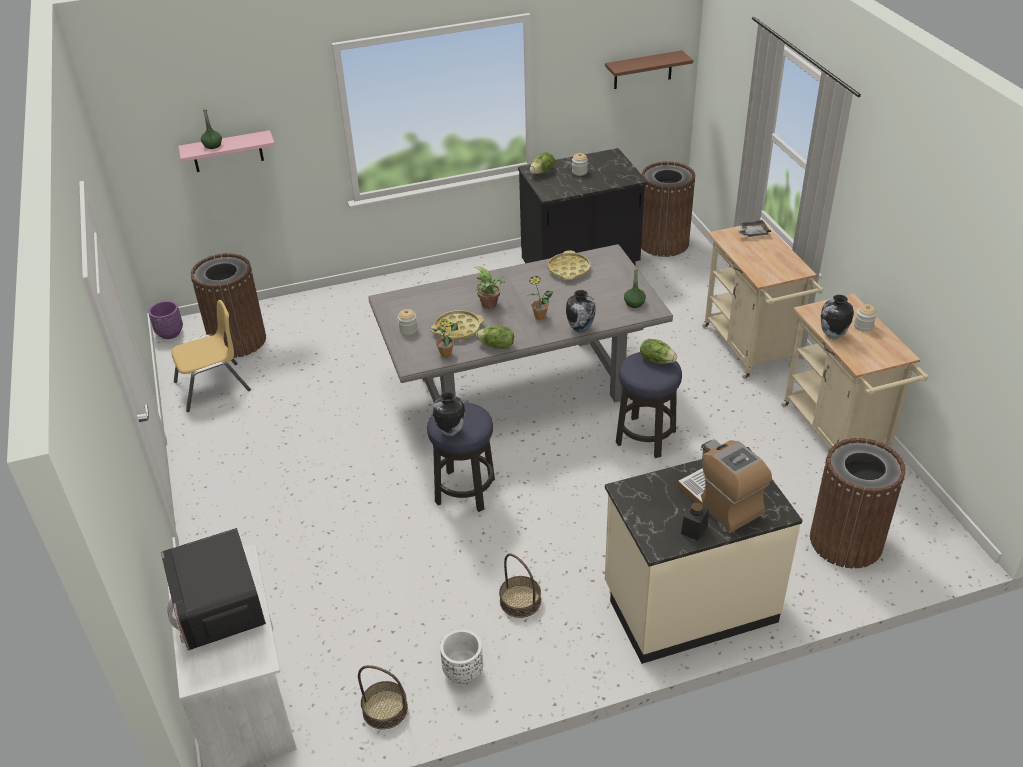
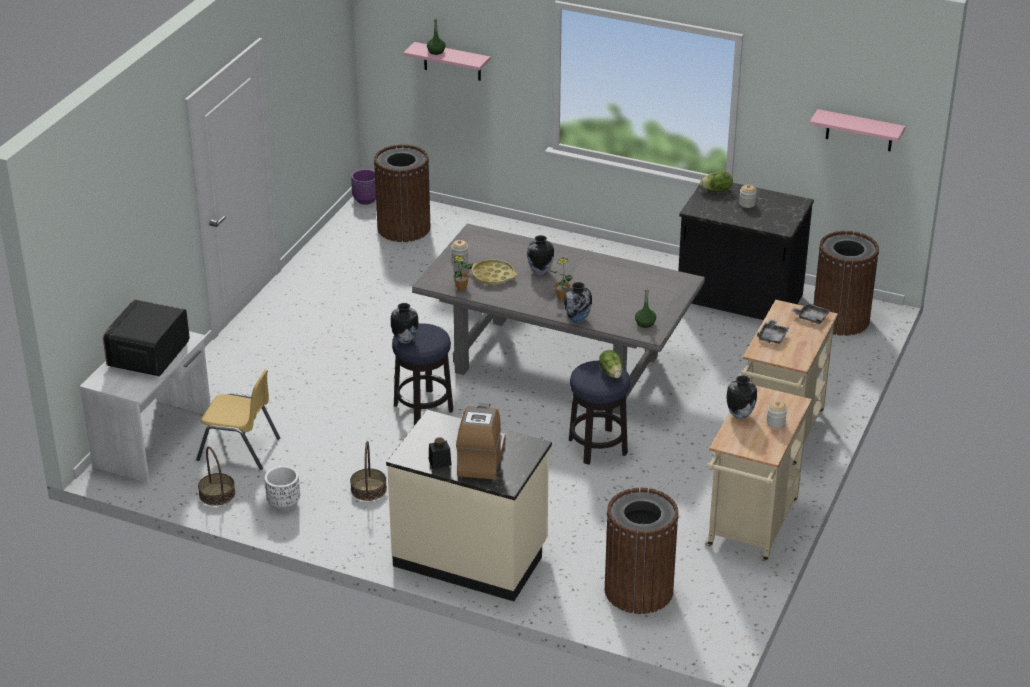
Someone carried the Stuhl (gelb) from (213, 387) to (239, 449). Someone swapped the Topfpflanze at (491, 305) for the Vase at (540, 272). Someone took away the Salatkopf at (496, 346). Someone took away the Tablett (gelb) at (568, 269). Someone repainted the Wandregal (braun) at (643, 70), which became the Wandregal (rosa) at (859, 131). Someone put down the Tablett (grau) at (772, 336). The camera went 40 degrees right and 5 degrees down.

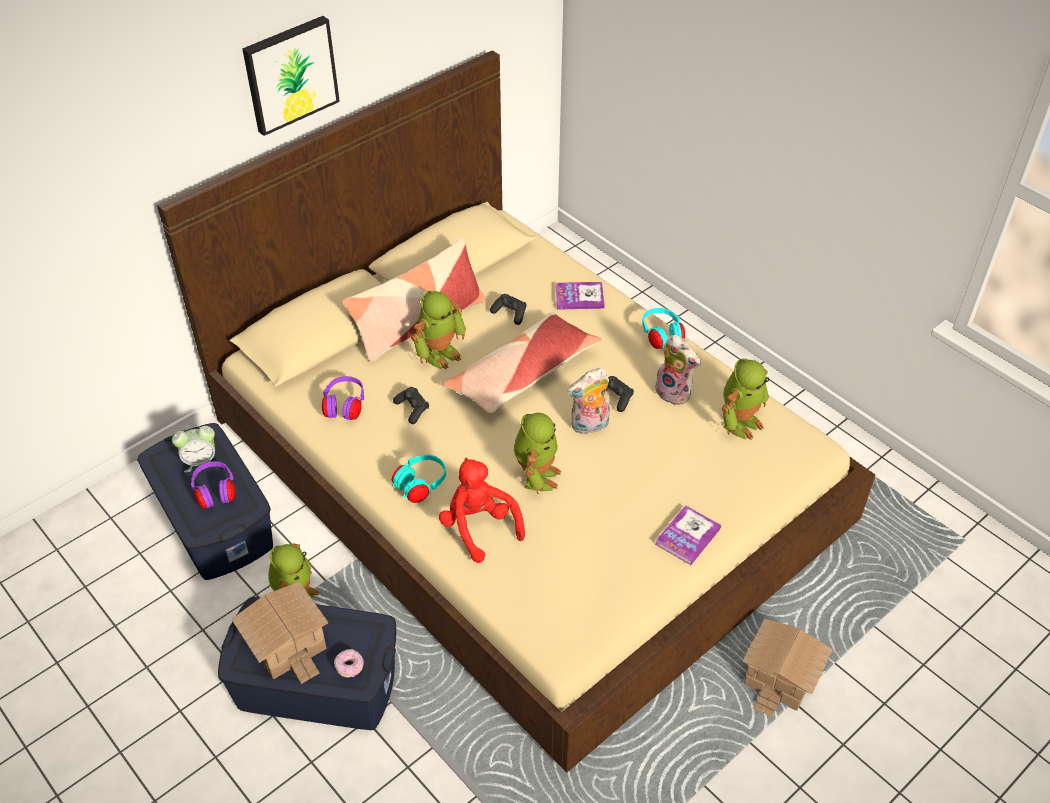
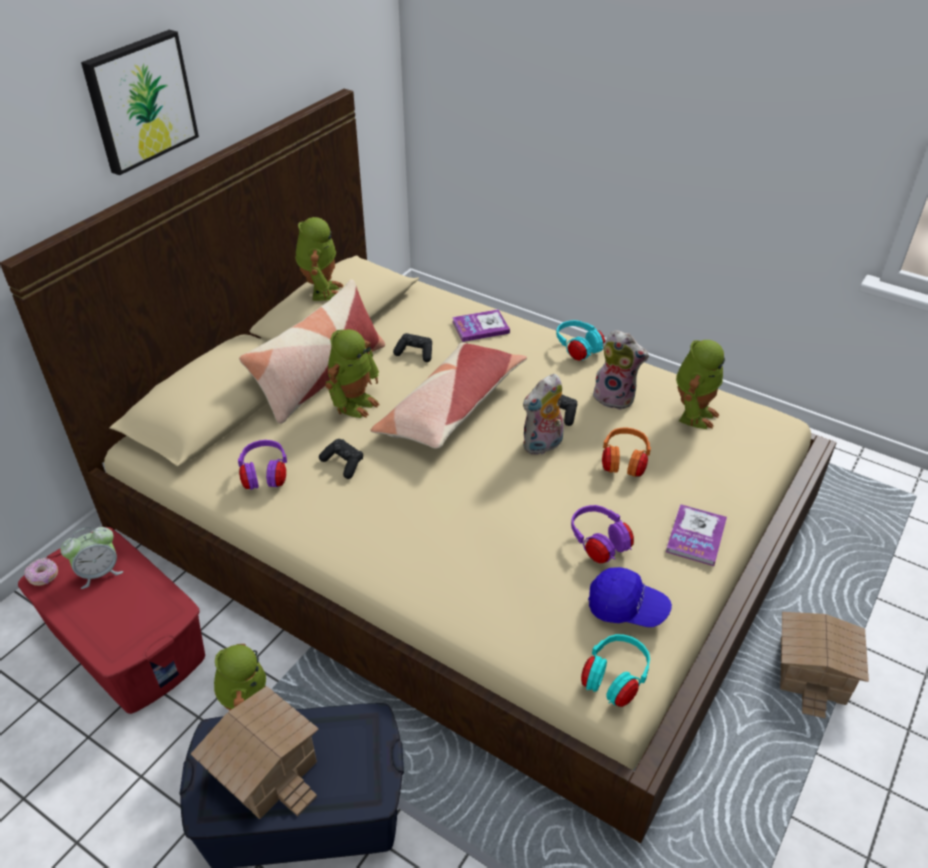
Someone repainted the Aufbewahrungsbox (blau) at (215, 520), which became the Aufbewahrungsbox (rot) at (127, 641). Someone carried the Kopfhörer (lila) from (215, 493) to (599, 544). Someone carried the Donut from (349, 667) to (43, 576). Someone carried the Kopfhörer (türkis) from (420, 486) to (614, 680). Someone took away the Plüschtier (rot) at (479, 527). Someone carried the Spielzeugroboter from (536, 476) to (321, 291). Someone put down the Kappe (blau) at (627, 608). Someone put down the Kopfhörer (orange) at (624, 463). The camera went 15 degrees left and 5 degrees down.

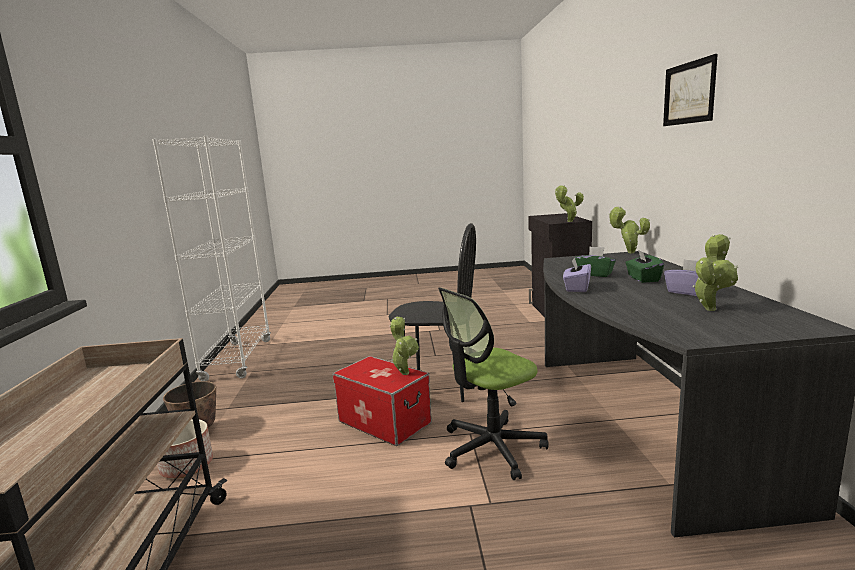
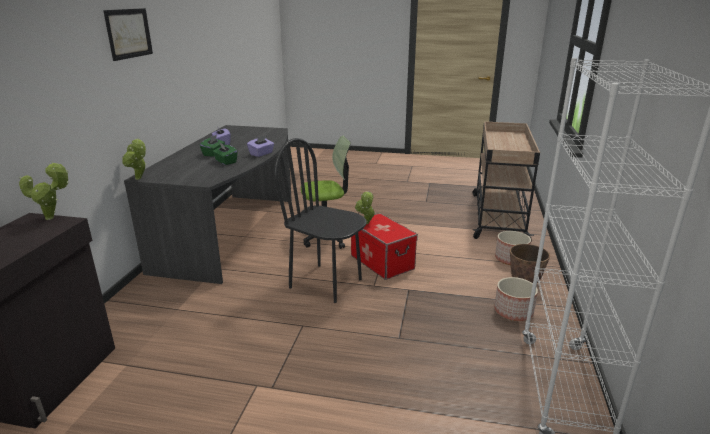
Someone took away the Topfpflanze at (710, 308). Someone put down the Pflanzkübel at (513, 312). The camera went 165 degrees left and 10 degrees up.

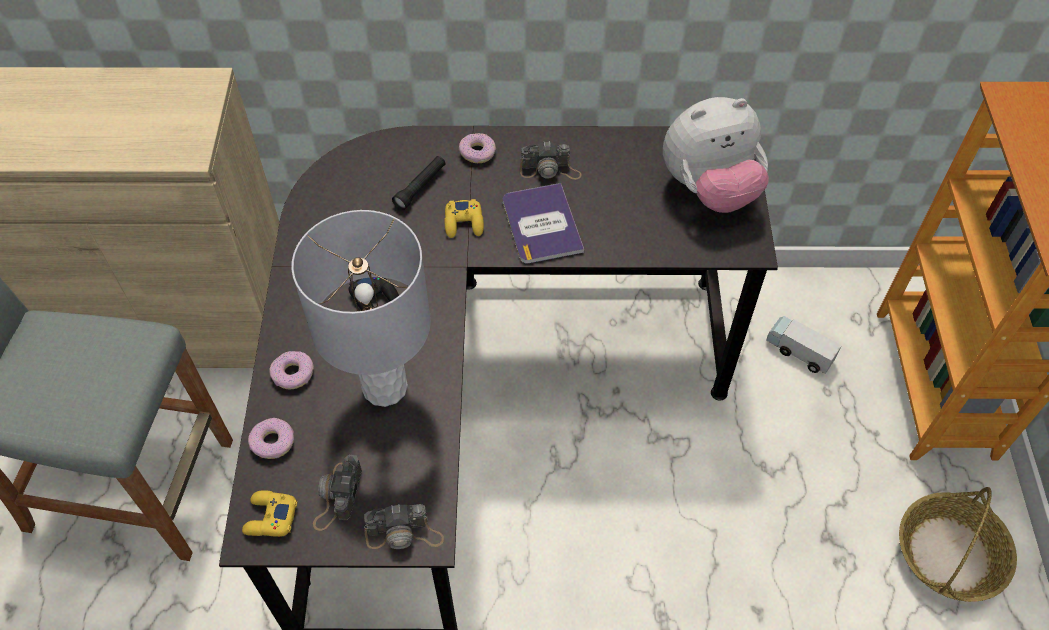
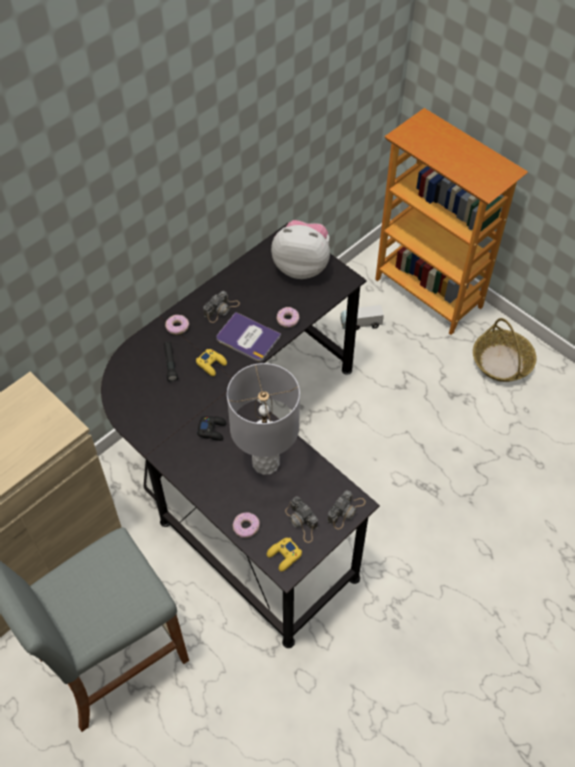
Someone carried the Donut from (293, 374) to (288, 319). Someone rotated the Plüschtier at (709, 189) by 105 degrees counterclockwise. The camera went 45 degrees left and 0 degrees up.

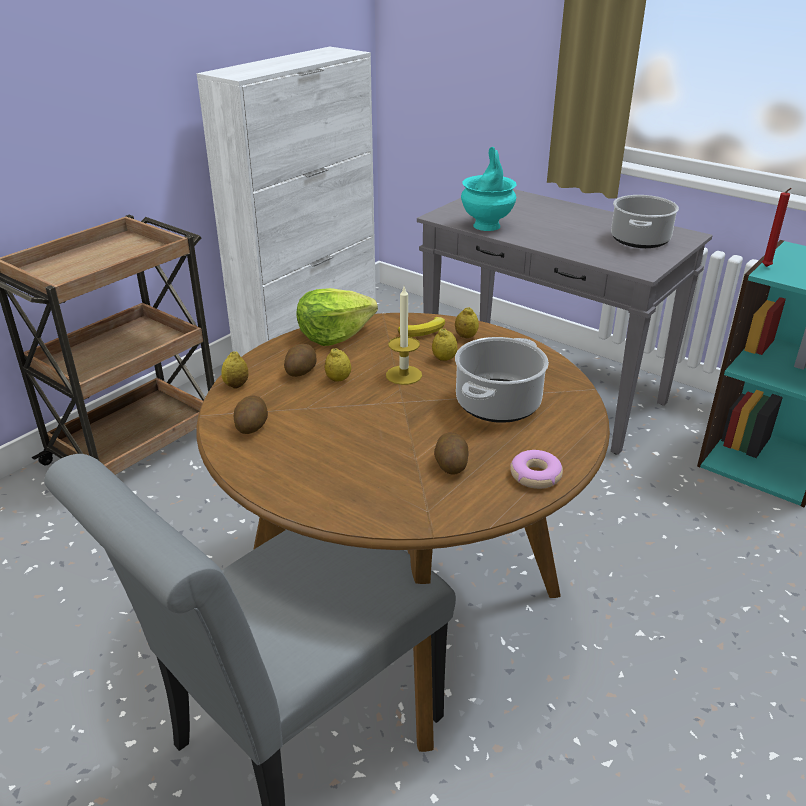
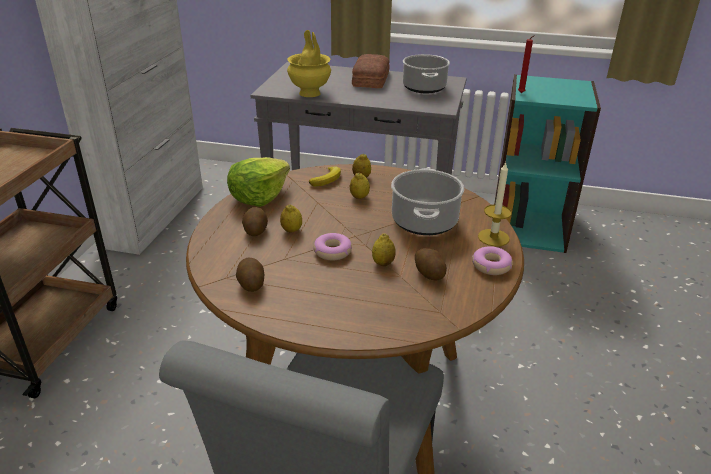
Someone carried the Zitrone from (236, 385) to (383, 263). Someone carried the Kerze from (404, 375) to (493, 237). Someone repainted the Vase (türkis) at (487, 226), which became the Vase (gelb) at (310, 93). Someone put down the Donut at (332, 252). Someone put down the Brot at (369, 79). The camera went 25 degrees left and 0 degrees up.

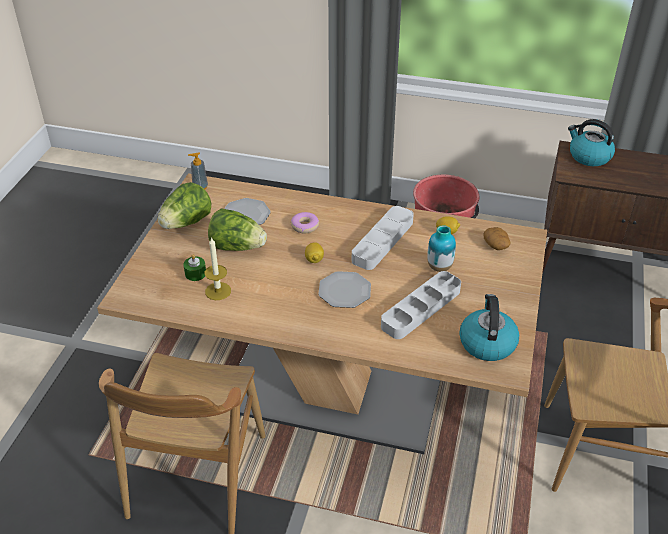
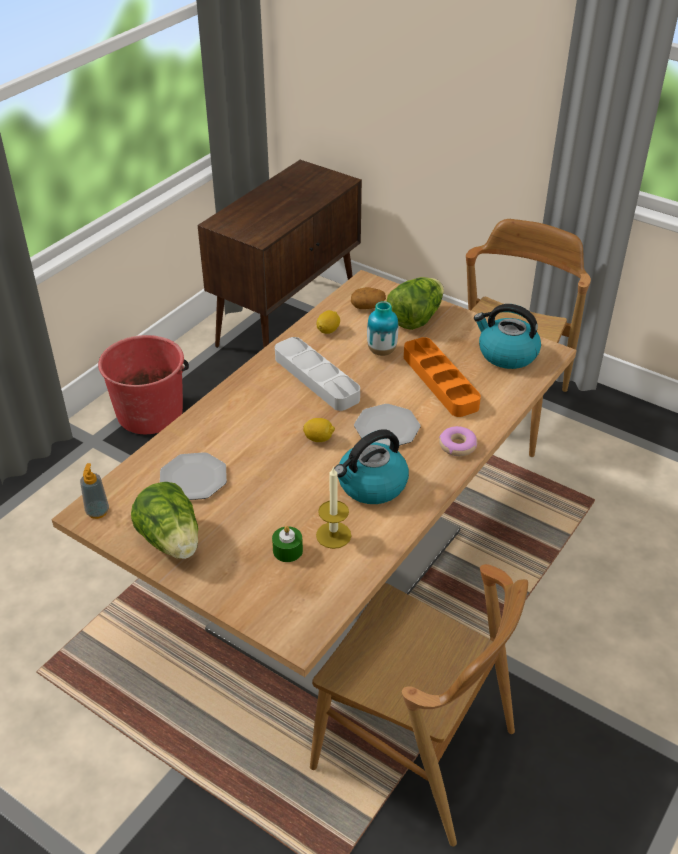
Someone carried the Salatkopf from (237, 247) to (415, 318). Someone carried the Donut from (305, 226) to (457, 445). Someone repainted the Tablett (grau) at (421, 308), which became the Tablett (orange) at (440, 381). Someone carried the Wasserkessel from (589, 156) to (371, 485). The camera went 70 degrees left and 0 degrees up.

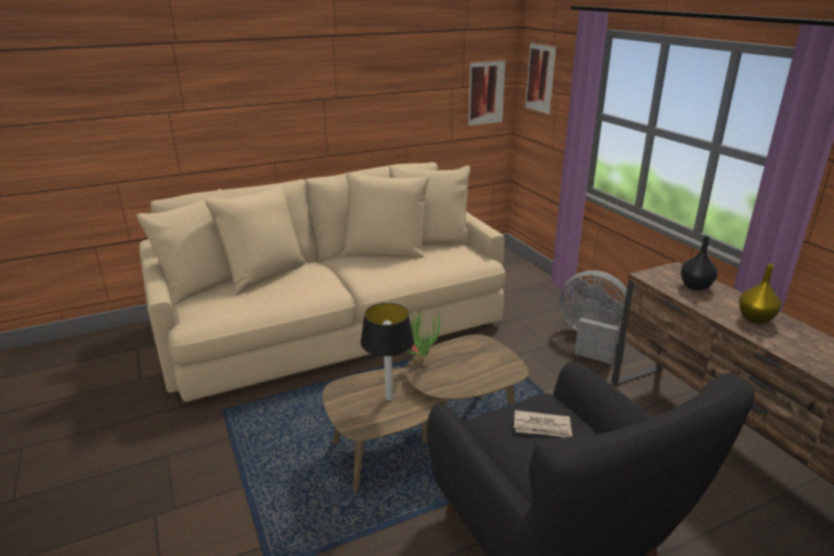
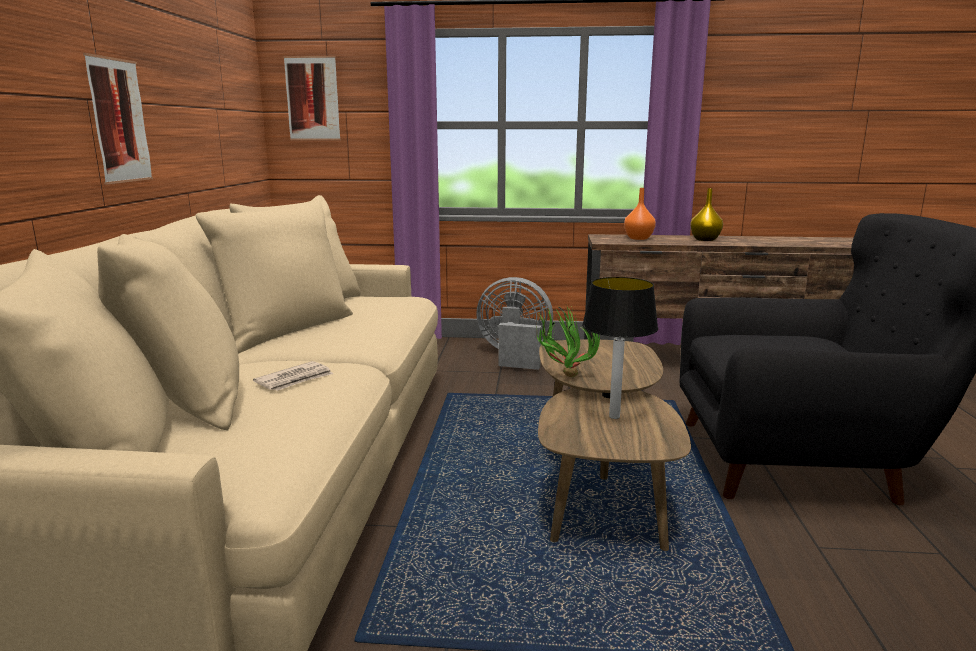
Someone carried the Bild from (486, 93) to (119, 121). Someone carried the Zeitung from (542, 427) to (295, 379). Someone rotated the Ventilator (grau) at (590, 340) by 45 degrees clockwise. Someone repainted the Vase (schwarz) at (694, 286), which became the Vase (orange) at (638, 238). The camera went 60 degrees left and 10 degrees down.

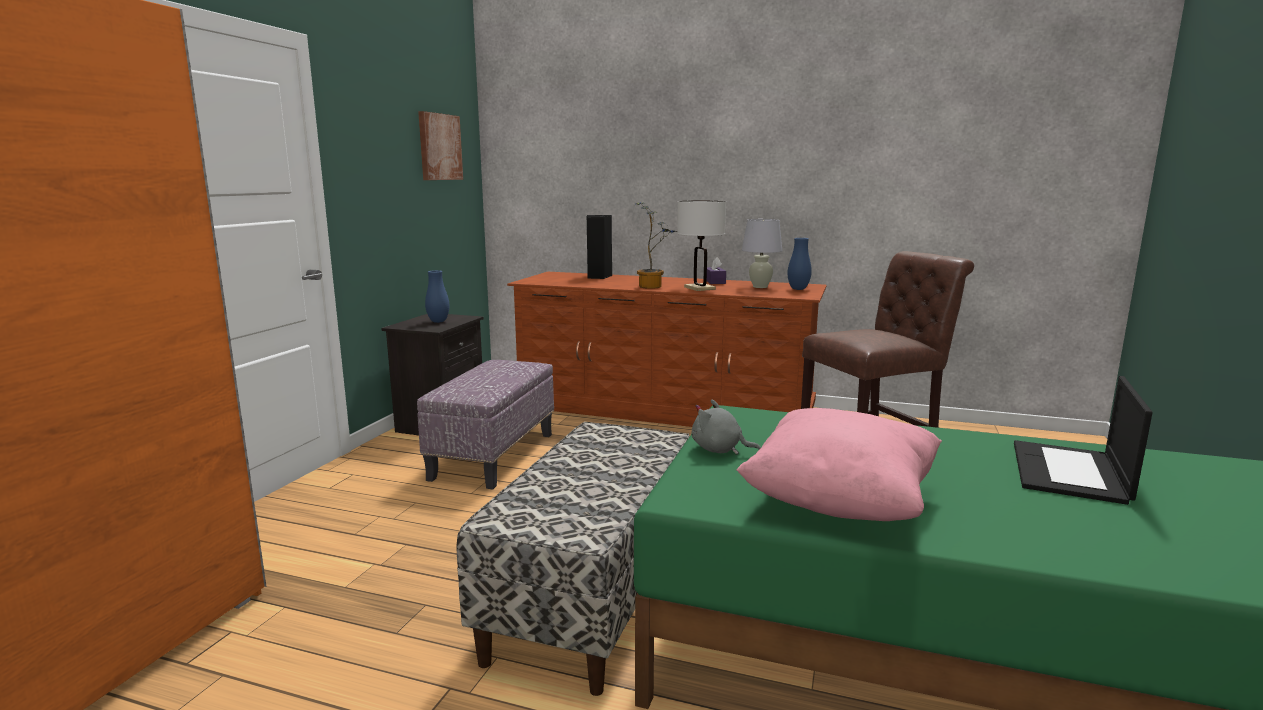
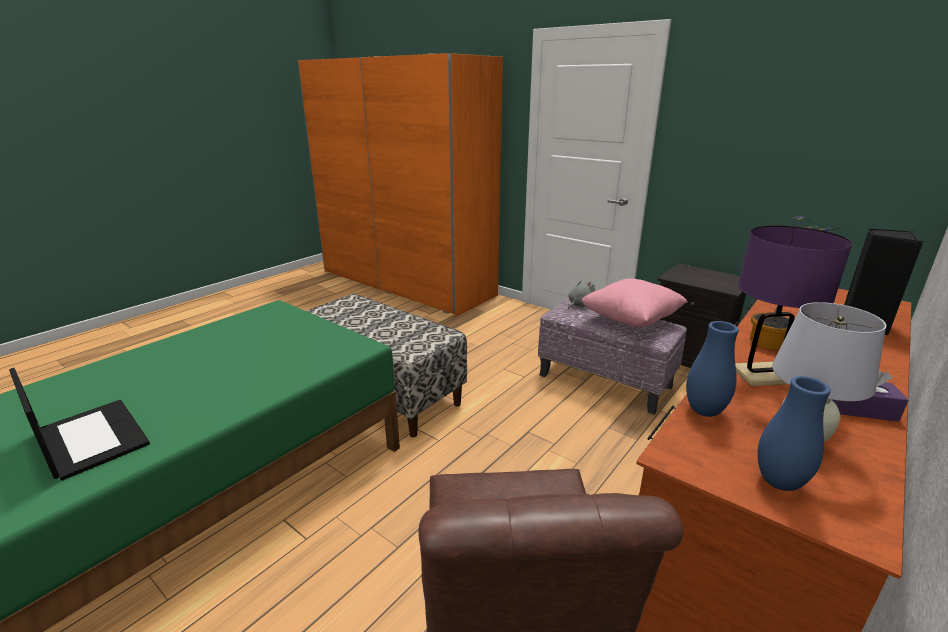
Someone took away the Bild at (439, 147). Someone carried the Vase (blau) from (438, 321) to (704, 411). Someone repainted the Tischlampe (weiß) at (699, 288), which became the Tischlampe (lila) at (761, 375). Someone carried the Plüschtier (grau) from (720, 450) to (579, 305). Someone carried the Kissen (rosa) from (840, 502) to (630, 320). The camera went 110 degrees right and 10 degrees up.

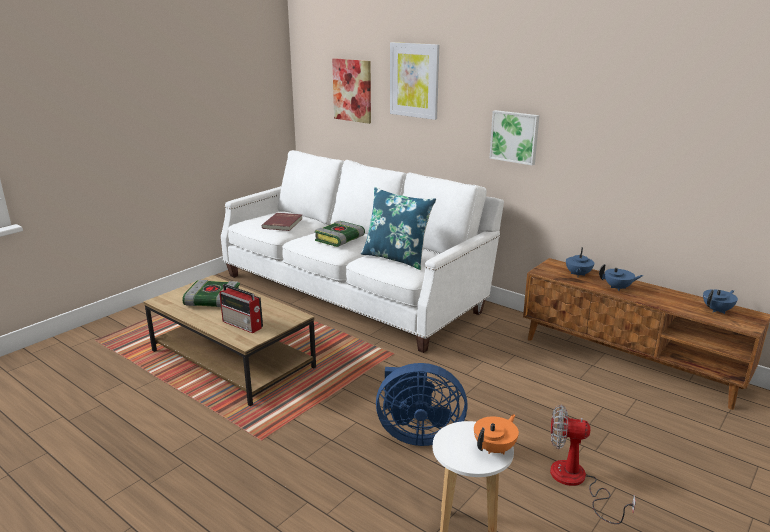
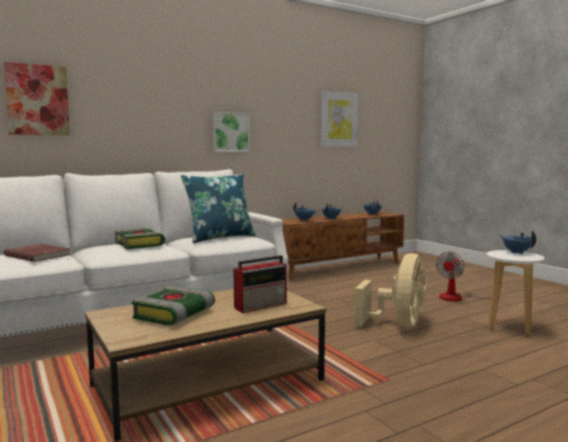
Someone repainted the Ventilator (blau) at (417, 434), which became the Ventilator (beige) at (398, 324). Someone carried the Bild from (414, 80) to (338, 119). Someone repainted the Teekanne (orange) at (495, 448), which became the Teekanne (blau) at (516, 252). The camera went 70 degrees left and 15 degrees down.

